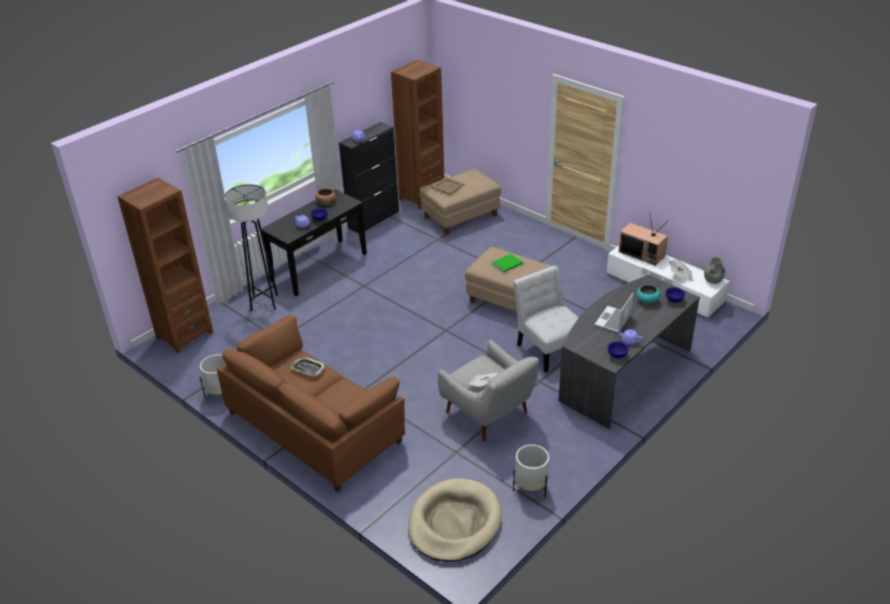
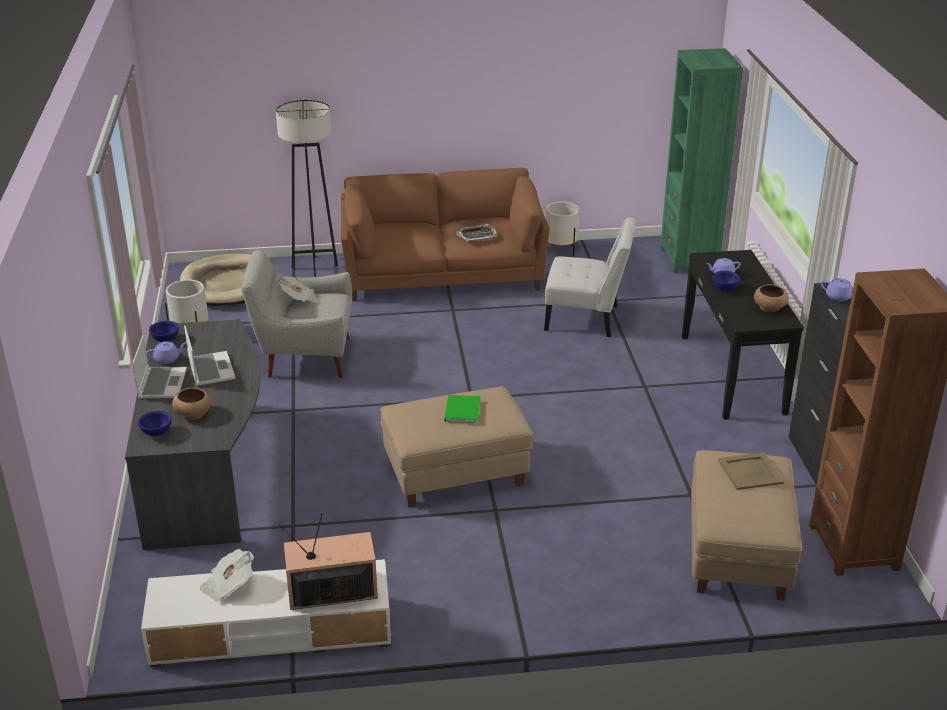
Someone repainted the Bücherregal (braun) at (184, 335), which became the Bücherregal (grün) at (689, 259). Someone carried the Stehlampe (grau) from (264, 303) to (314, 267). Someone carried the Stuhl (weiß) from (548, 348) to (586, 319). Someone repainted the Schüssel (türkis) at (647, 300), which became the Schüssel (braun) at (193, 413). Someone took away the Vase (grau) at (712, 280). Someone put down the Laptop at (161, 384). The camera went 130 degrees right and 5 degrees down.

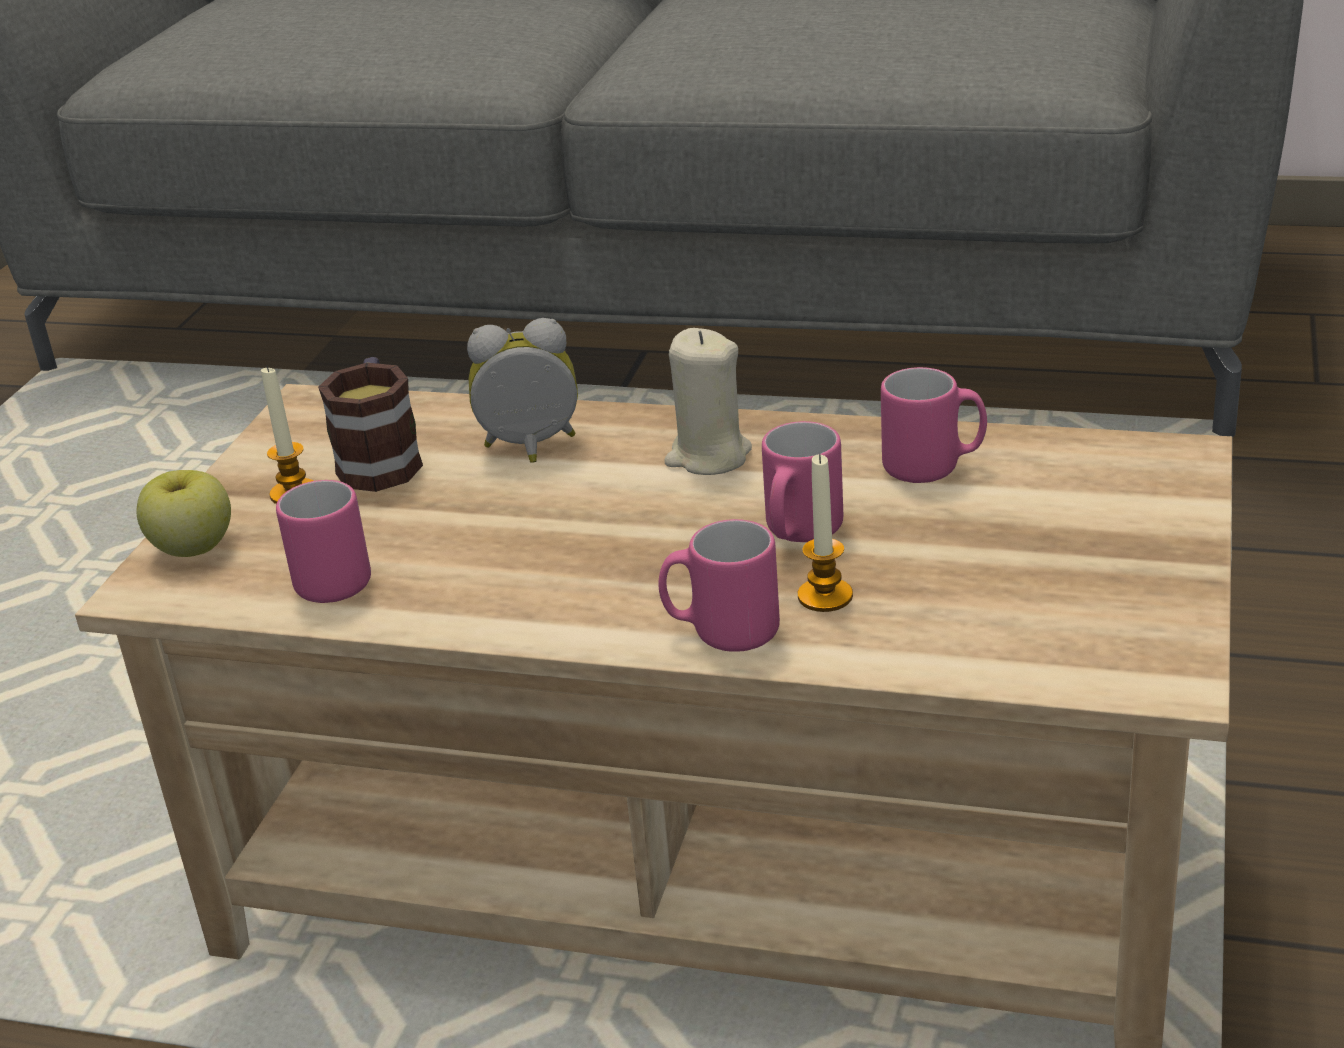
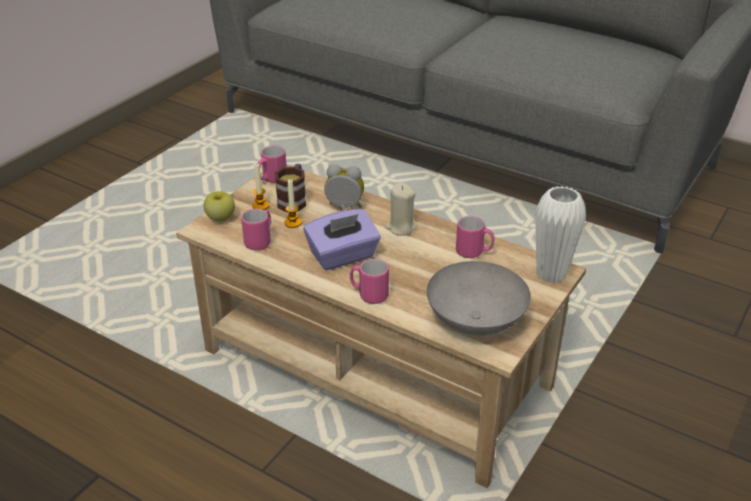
Someone carried the Henkelbecher (rosa) from (799, 533) to (271, 179). Someone carried the Kerze from (825, 596) to (293, 223). Someone put down the Taschentuchbox (lila) at (343, 256). Someone put down the Schüssel (grau) at (474, 322). Someone put down the Vase (weiß) at (551, 274). The camera went 15 degrees right and 5 degrees up.

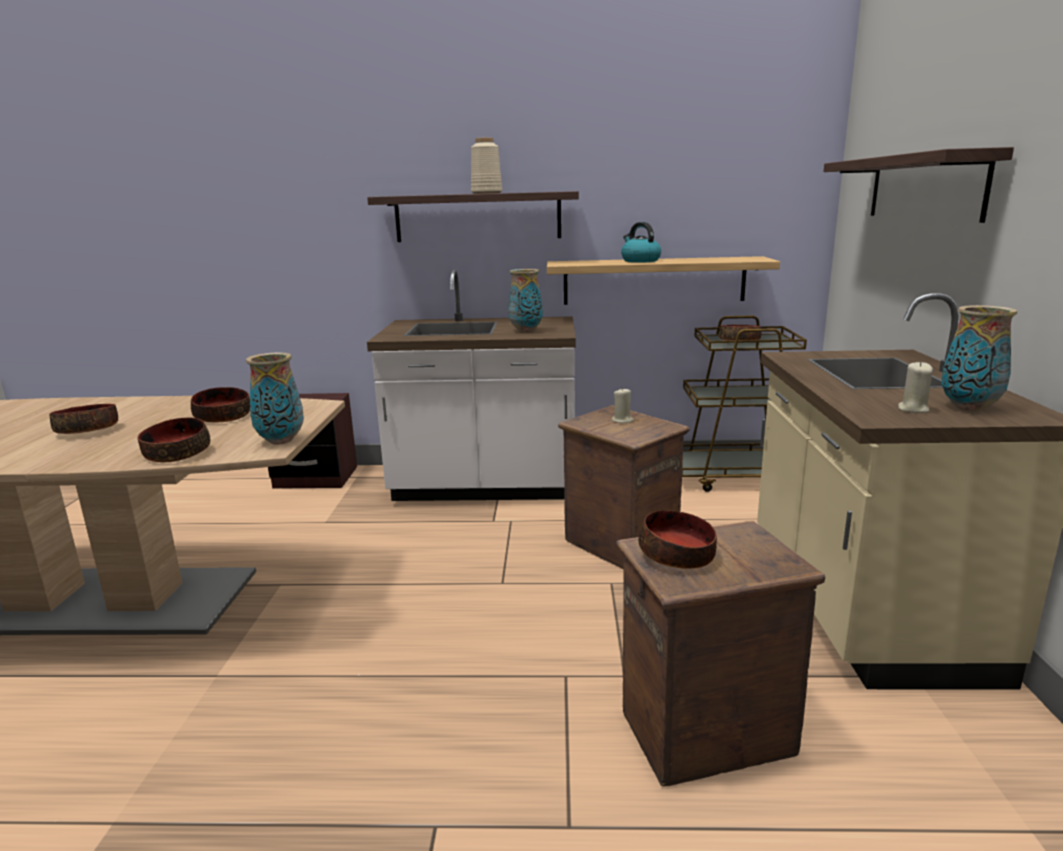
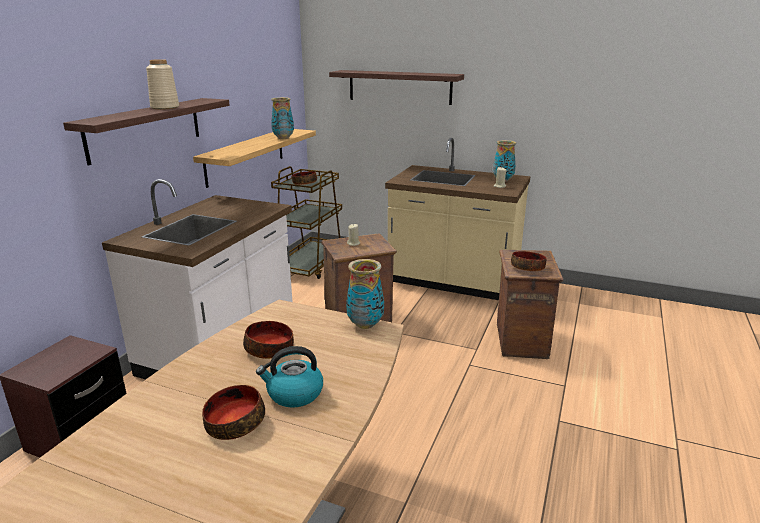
Someone took away the Schüssel at (177, 453). Someone carried the Vase from (525, 330) to (283, 138). Someone carried the Wasserkessel from (640, 261) to (294, 394). The camera went 70 degrees left and 5 degrees up.

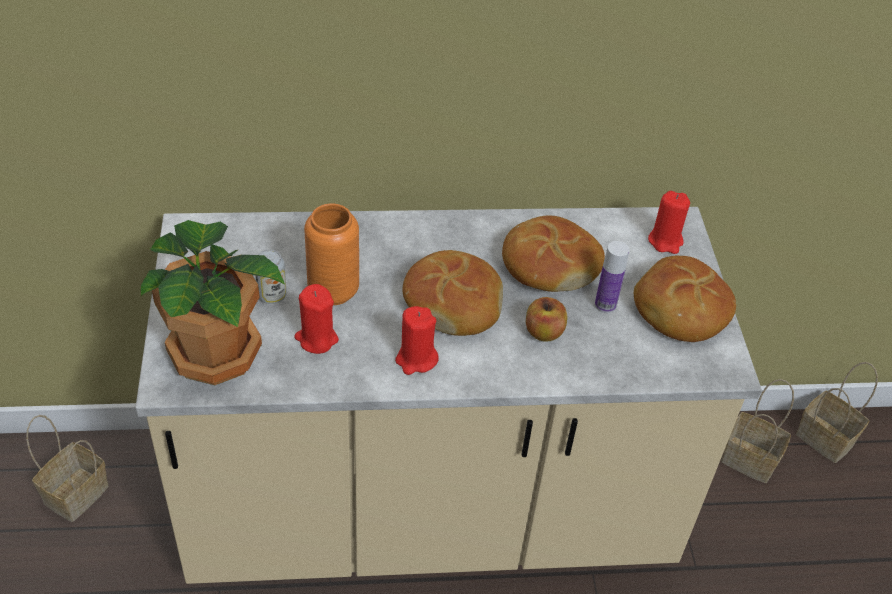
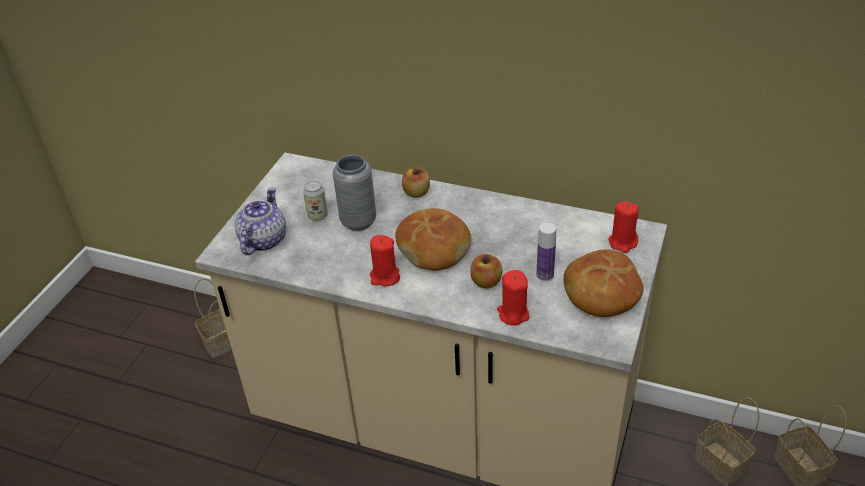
Someone swapped the Topfpflanze at (217, 351) for the Teekanne at (263, 240). Someone carried the Kerze (rot) from (316, 339) to (513, 314). Someone repainted the Vase (orange) at (333, 291), which became the Vase (grau) at (358, 222). Someone took away the Brot at (549, 265). Someone put down the Apfel at (416, 193). The camera went 30 degrees right and 5 degrees down.

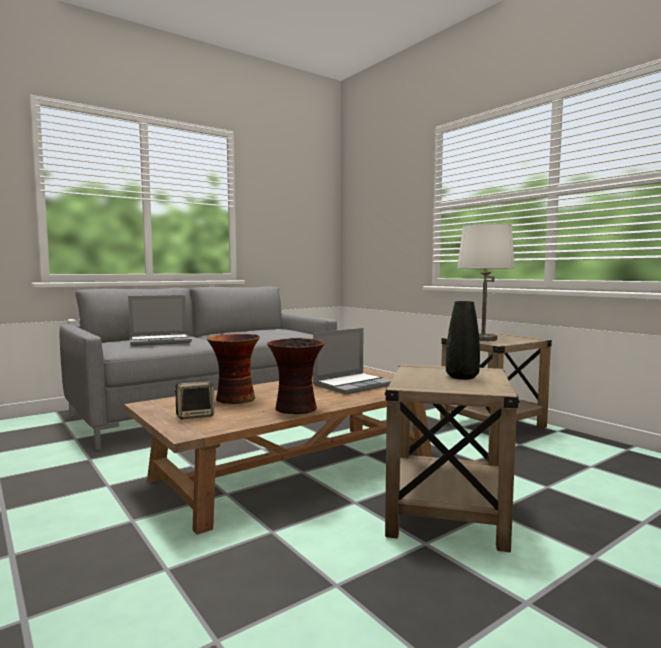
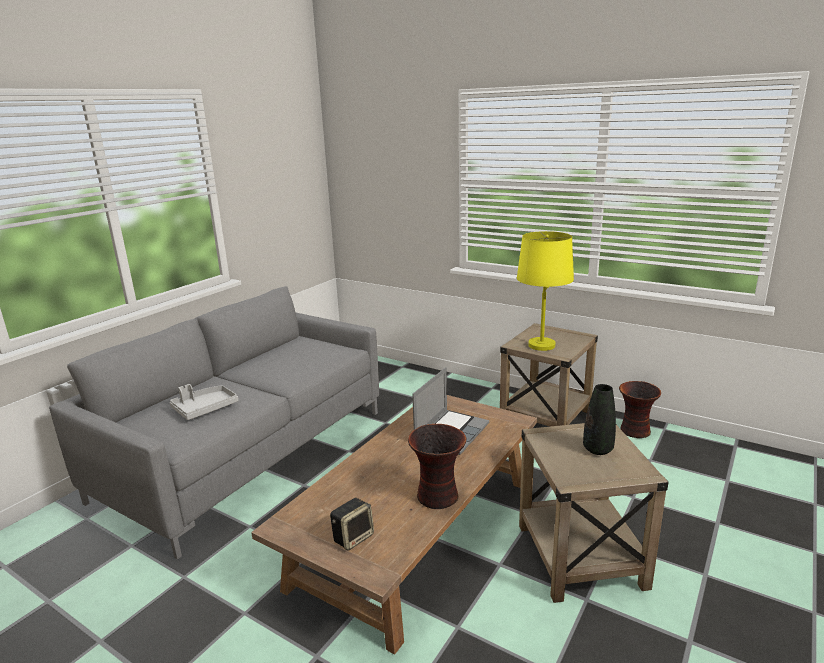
Someone swapped the Laptop at (161, 341) for the Tablett (grau) at (205, 408). Someone carried the Vase from (234, 399) to (635, 431). Someone repainted the Tischlampe (weiß) at (483, 339), which became the Tischlampe (gelb) at (542, 345). The camera went 20 degrees left and 15 degrees up.

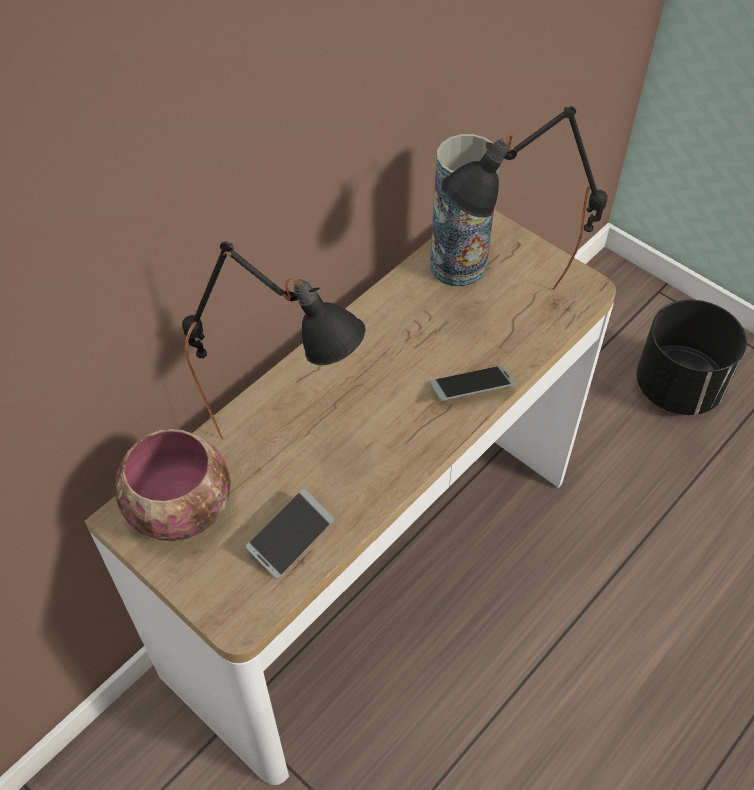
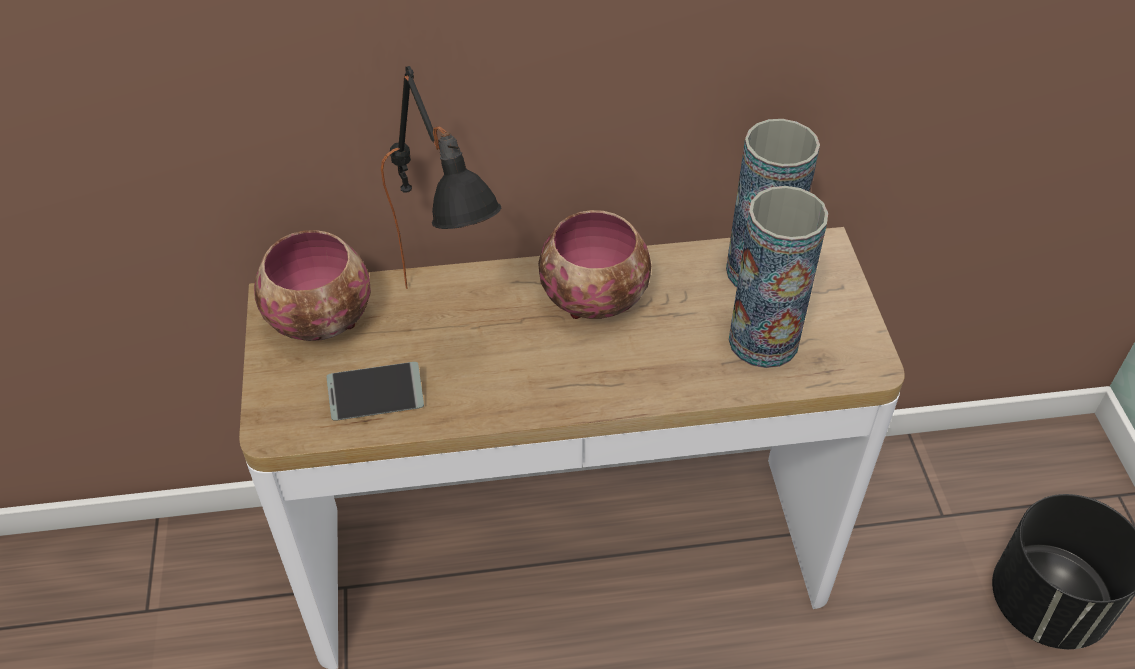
Someone took away the Handy at (471, 388). Someone swapped the Tischlampe (schwarz) at (509, 313) for the Vase at (763, 341). Someone put down the Schüssel at (596, 299). The camera went 40 degrees right and 5 degrees down.

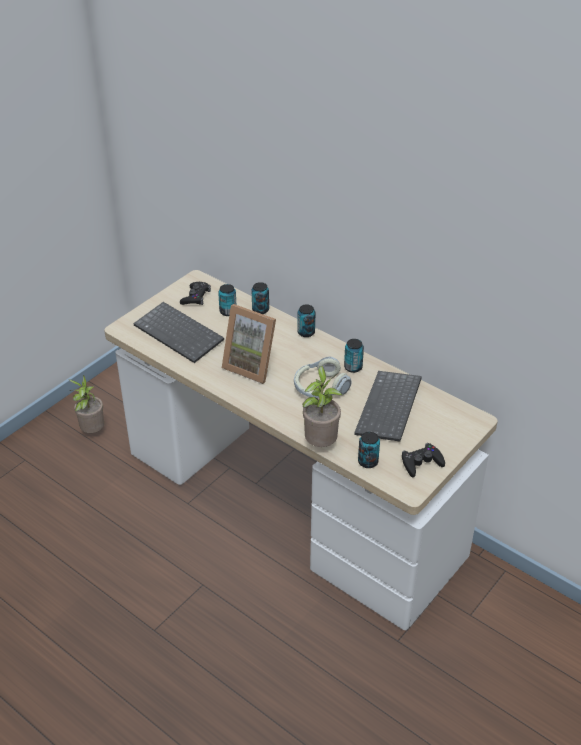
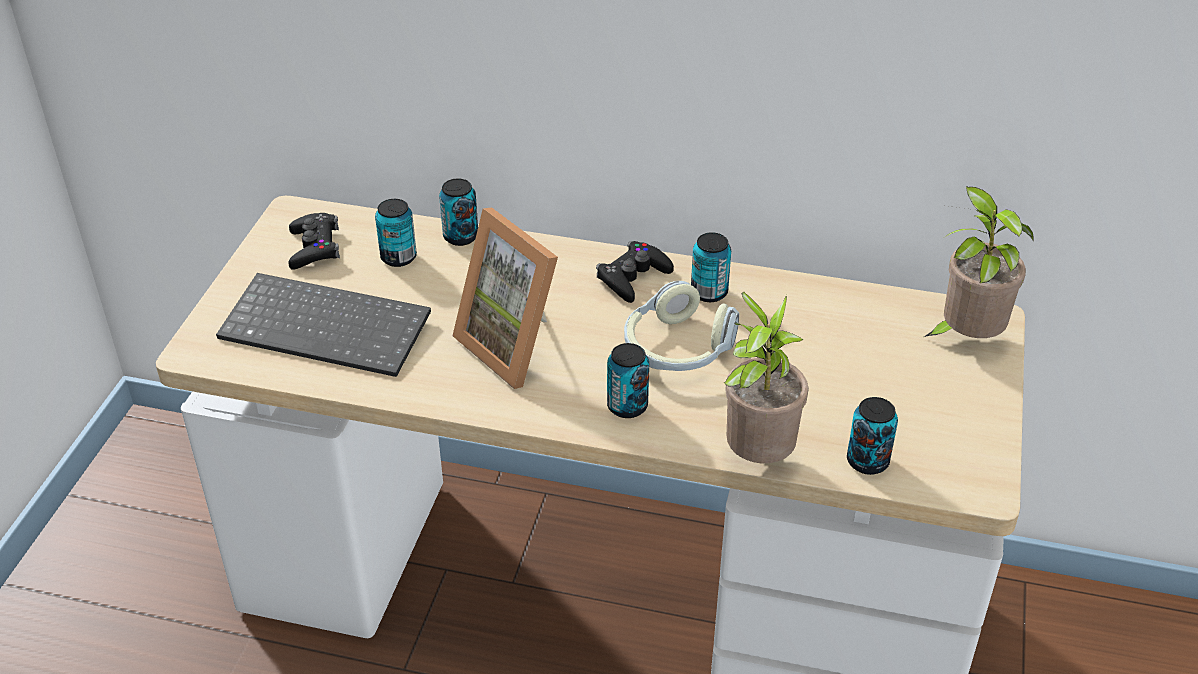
Someone carried the Topfpflanze from (92, 431) to (965, 338). Someone rotated the Bilderrahmen at (252, 365) by 45 degrees clockwise. Someone carried the Dose from (306, 332) to (627, 406). Someone took away the Tastatur at (390, 408). Someone carried the Gamepad (schwarz) from (421, 463) to (633, 277). The camera went 25 degrees left and 0 degrees up.

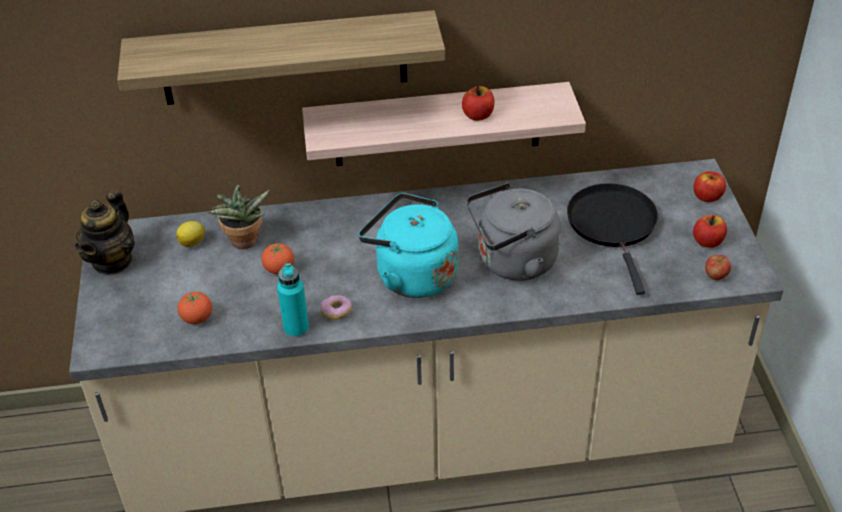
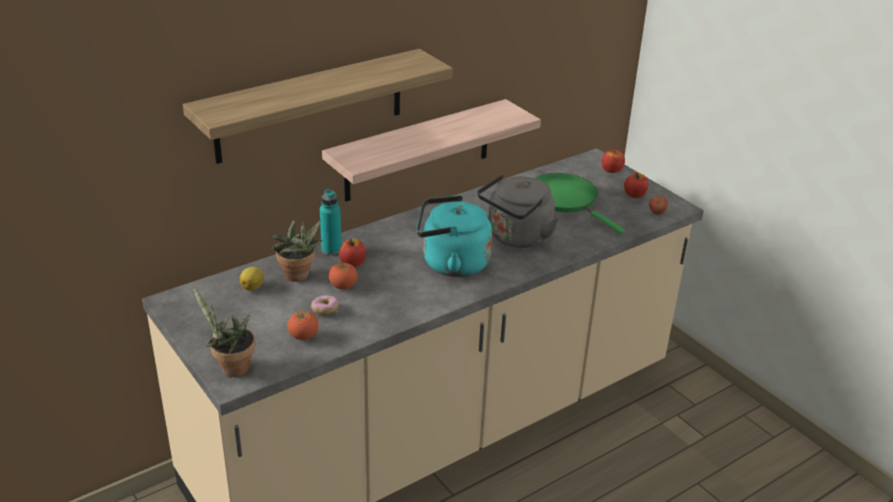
Someone took away the Teekanne at (112, 261). Someone carried the Flasche (türkis) from (296, 329) to (331, 249). Someone carried the Donut from (336, 312) to (325, 310). Someone carried the Apfel from (478, 115) to (353, 263). Someone repainted the Pfanne (schwarz) at (613, 225), which became the Pfanne (grün) at (566, 200). Someone put down the Topfpflanze at (231, 368). The camera went 30 degrees left and 10 degrees down.

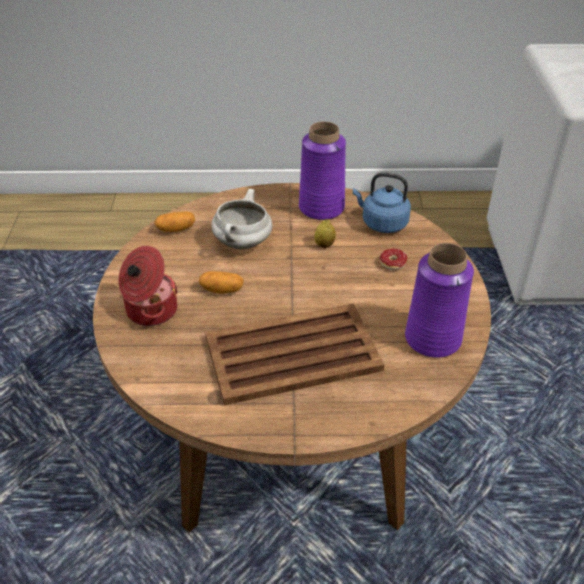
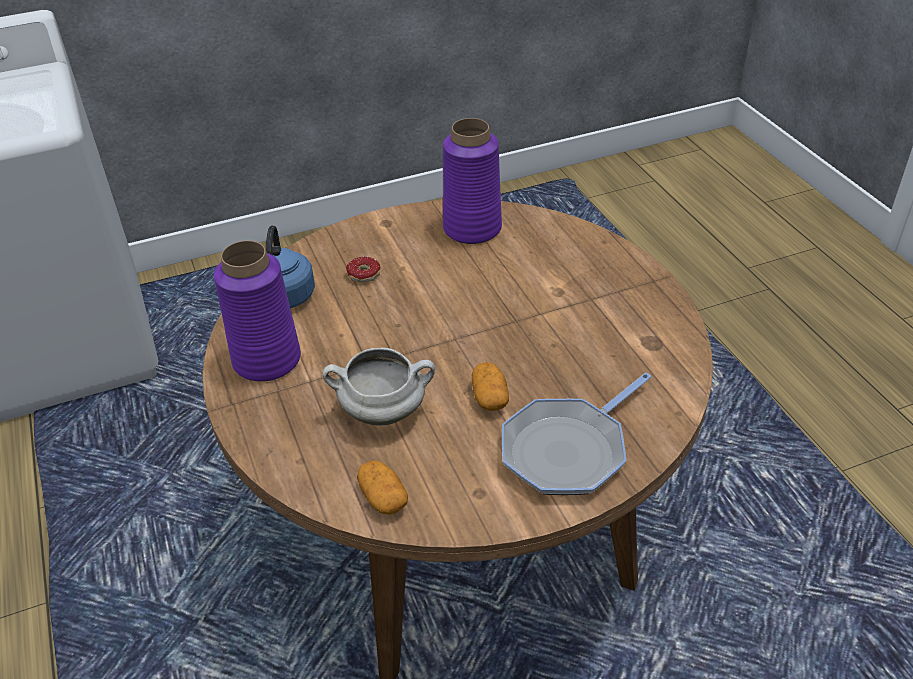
Someone swapped the Kochtopf at (150, 310) for the Pfanne at (568, 450). Someone took away the Tablett (braun) at (290, 354). Someone took away the Zitrone at (324, 245). The camera went 110 degrees left and 0 degrees up.

